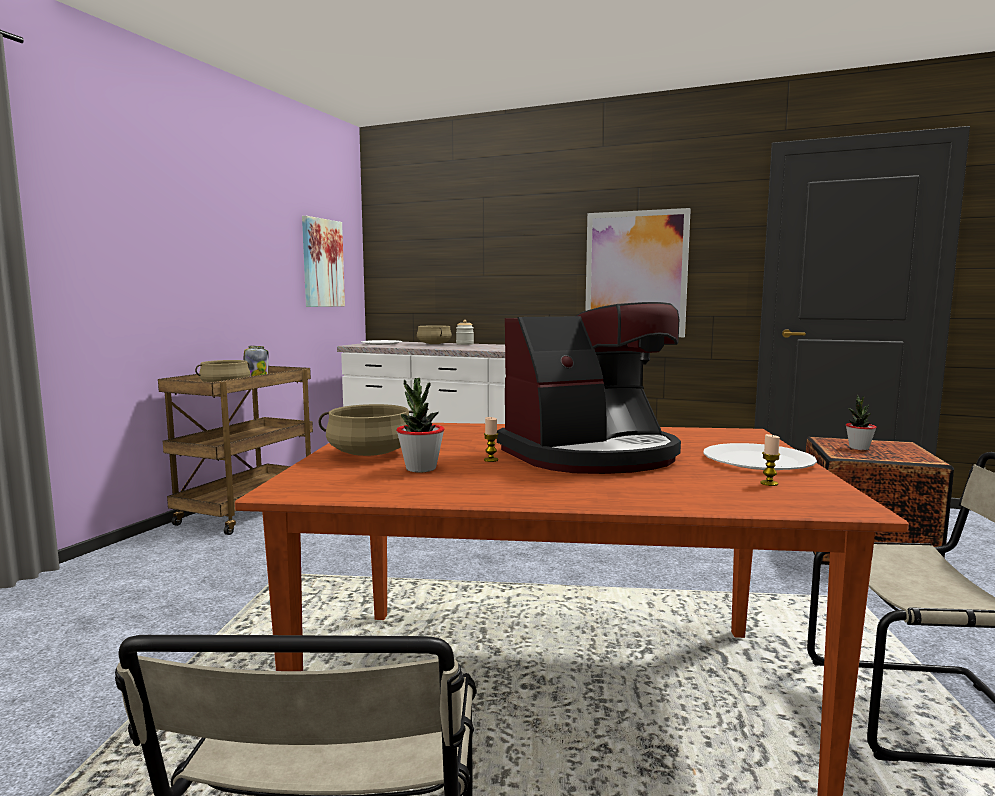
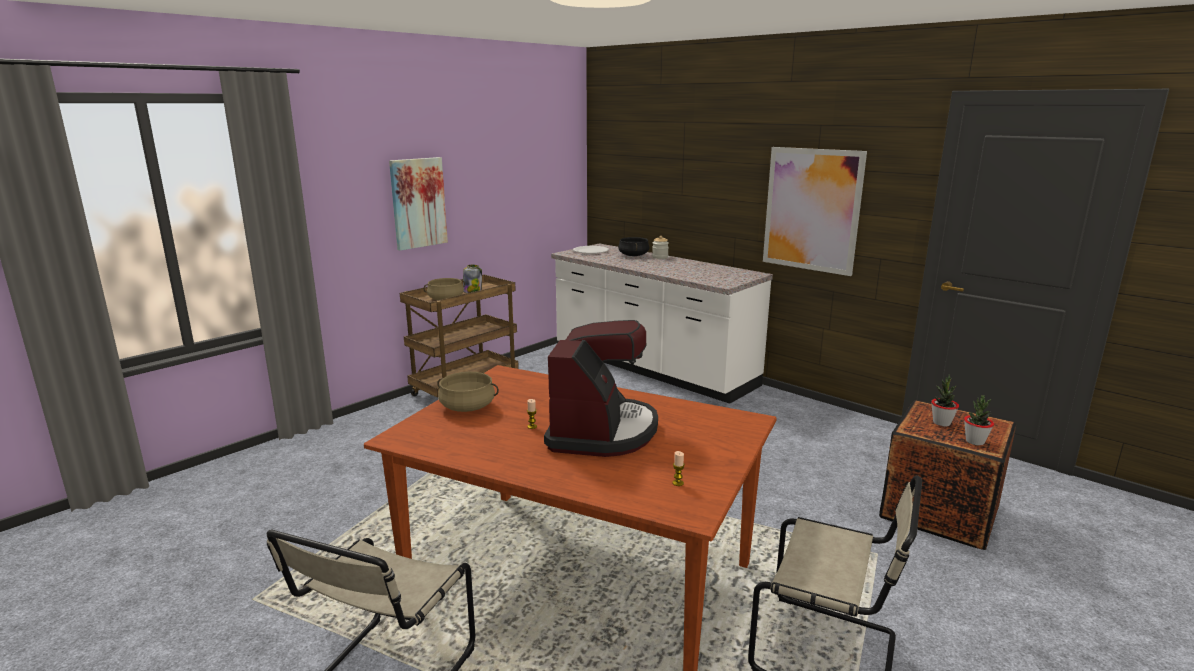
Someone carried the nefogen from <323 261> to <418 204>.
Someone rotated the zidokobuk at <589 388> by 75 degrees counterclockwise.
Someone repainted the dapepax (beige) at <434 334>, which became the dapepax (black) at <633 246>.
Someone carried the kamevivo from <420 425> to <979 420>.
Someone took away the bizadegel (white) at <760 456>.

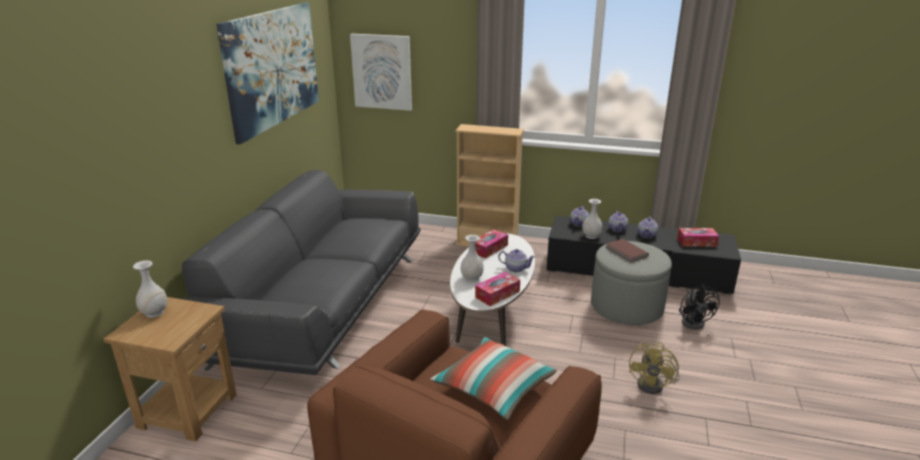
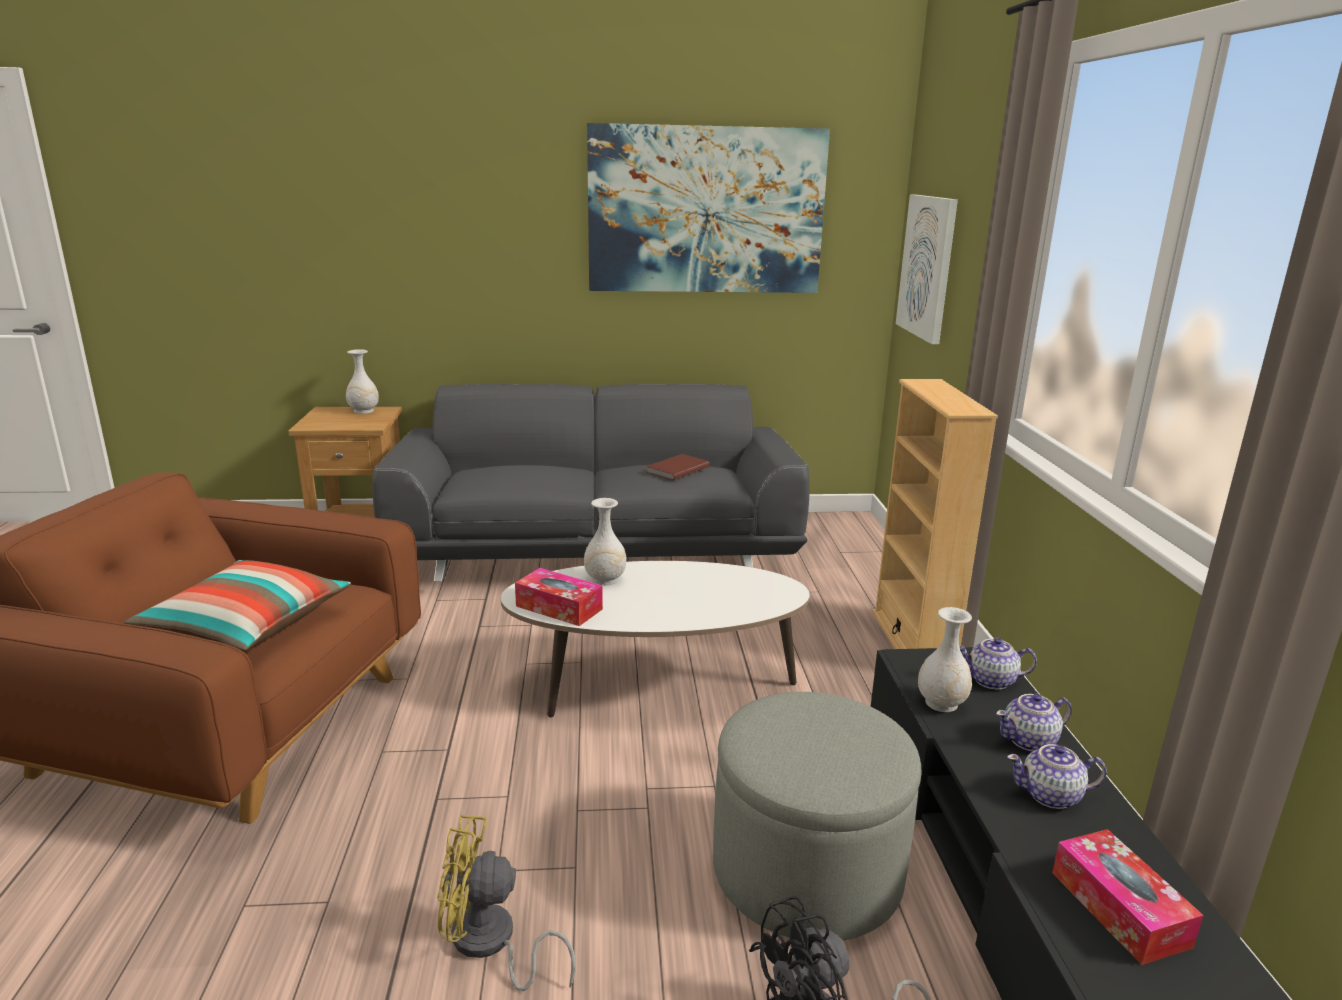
Someone took away the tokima at <491 243>.
Someone carried the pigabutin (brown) from <627 250> to <678 467>.
Someone took away the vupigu at <516 260>.

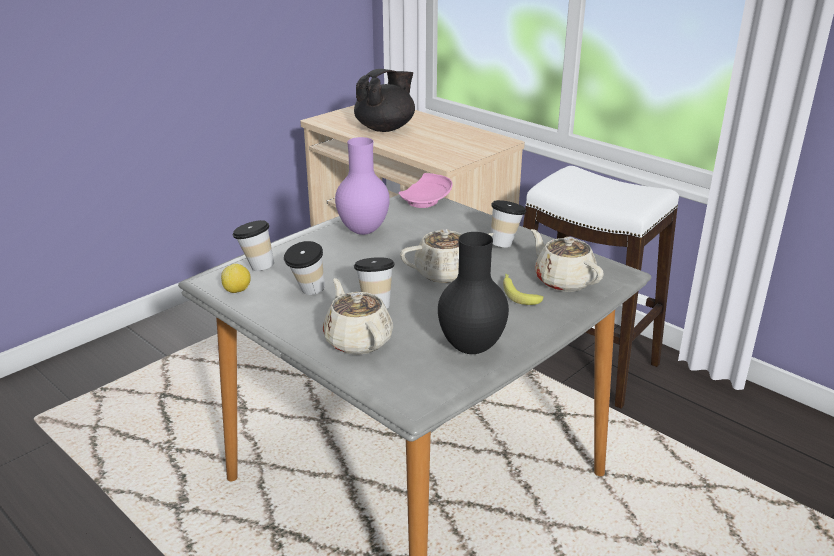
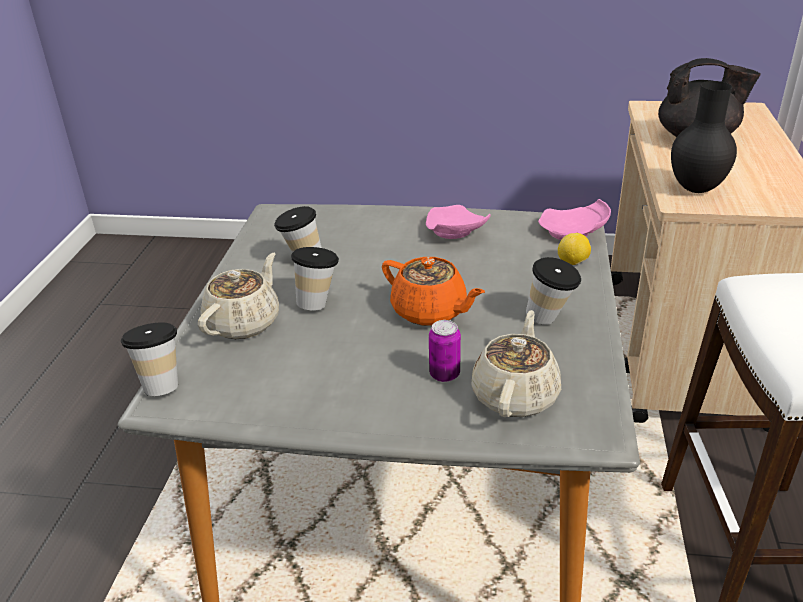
Someone swapped the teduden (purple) at <362 186> for the bizadegel (pink) at <458 222>.
Someone carried the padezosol from <253 245> to <149 359>.
Someone repainted the vupigu (beige) at <447 256>, which became the vupigu (orange) at <433 291>.
Someone carried the teduden (black) from <473 293> to <704 137>.
Someone carried the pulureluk from <236 278> to <574 249>.
Someone swapped the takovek at <523 289> for the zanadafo at <445 351>.

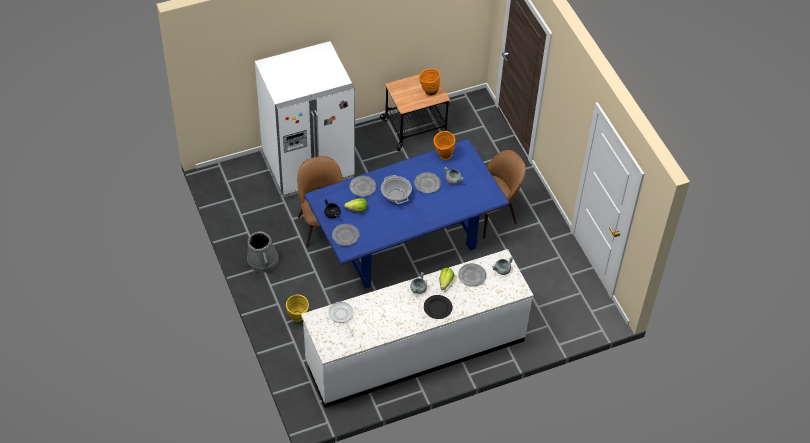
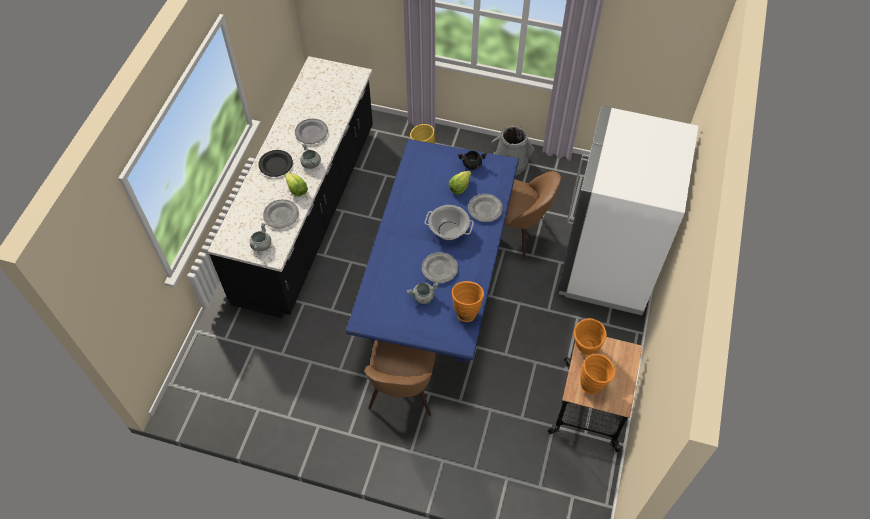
Someone carried the bizadegel (grey) from <345 235> to <311 131>.
Someone repainted the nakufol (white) at <417 328>, which became the nakufol (black) at <290 187>.
Someone took away the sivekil at <341 318>.
Someone put down the teduden (orange) at <590 336>.

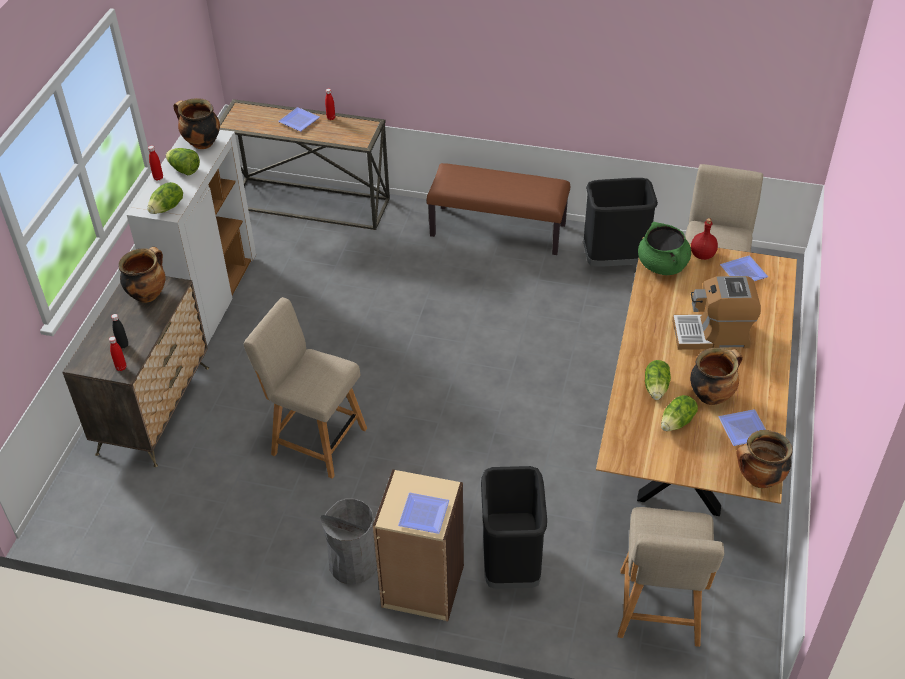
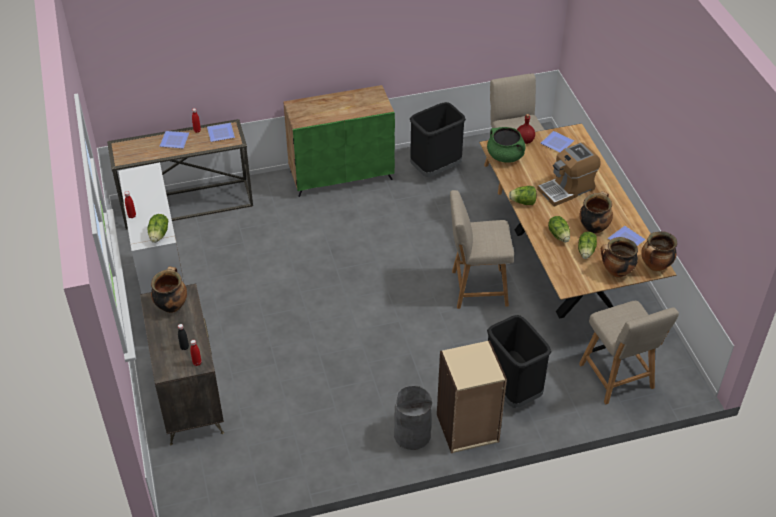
Someone carried the dapepax from <197 123> to <619 257>.
Someone carried the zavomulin from <183 161> to <522 195>.
Someone swapped the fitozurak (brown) at <498 209> for the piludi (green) at <339 141>.
Someone carried the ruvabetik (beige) from <305 388> to <482 249>.
Someone carried the bizadegel from <423 513> to <221 132>.

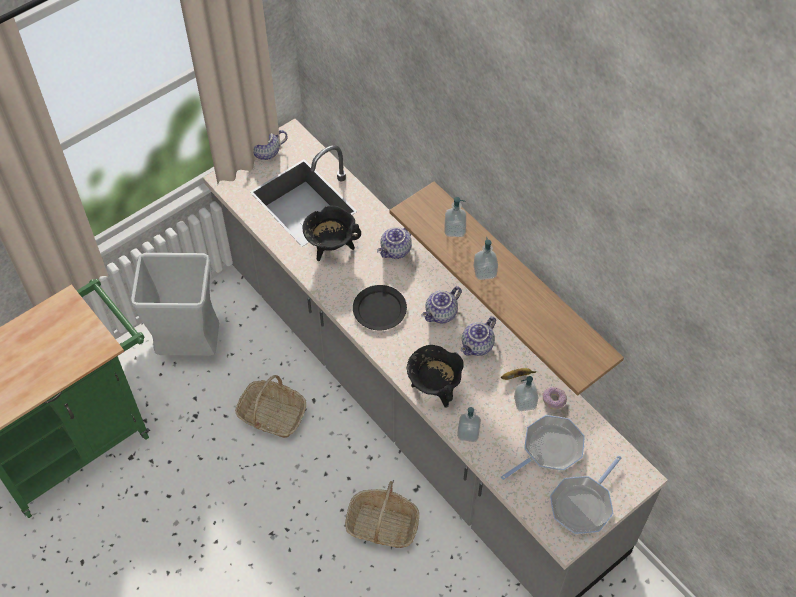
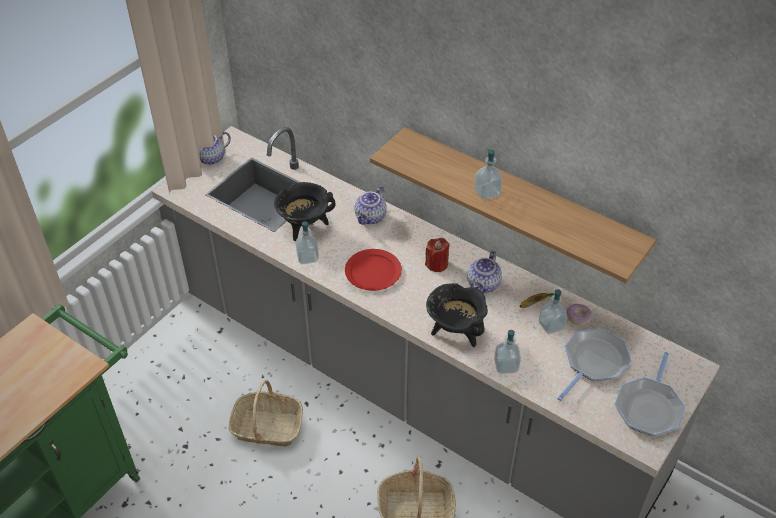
Someone carried the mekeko from <455 217> to <307 242>.
Someone took away the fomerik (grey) at <174 304>.
Someone repainted the bizadegel (black) at <380 307>, which became the bizadegel (red) at <373 270>.
Someone swapped the vupigu at <441 304> for the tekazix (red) at <437 255>.

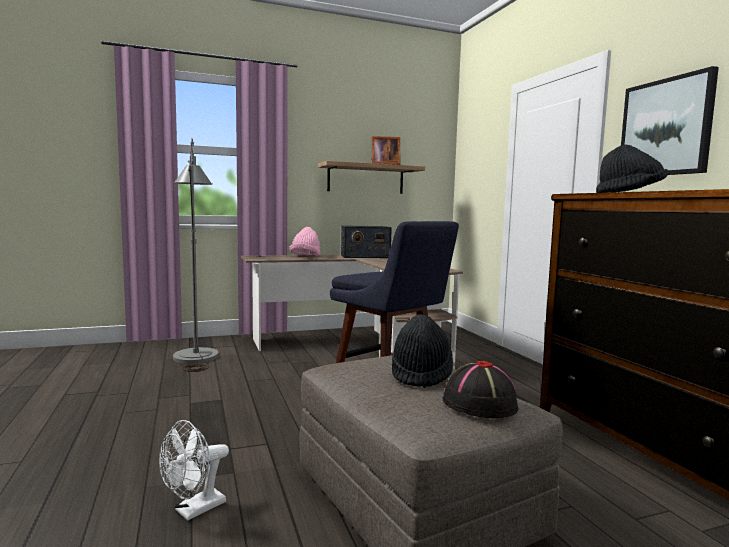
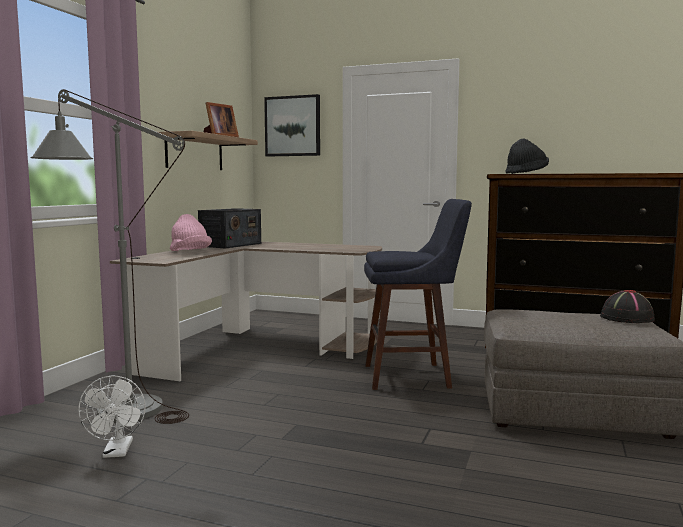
Someone carried the nefogen from <670 120> to <292 125>.
Someone took away the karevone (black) at <422 351>.
Someone carried the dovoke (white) from <194 470> to <112 416>.

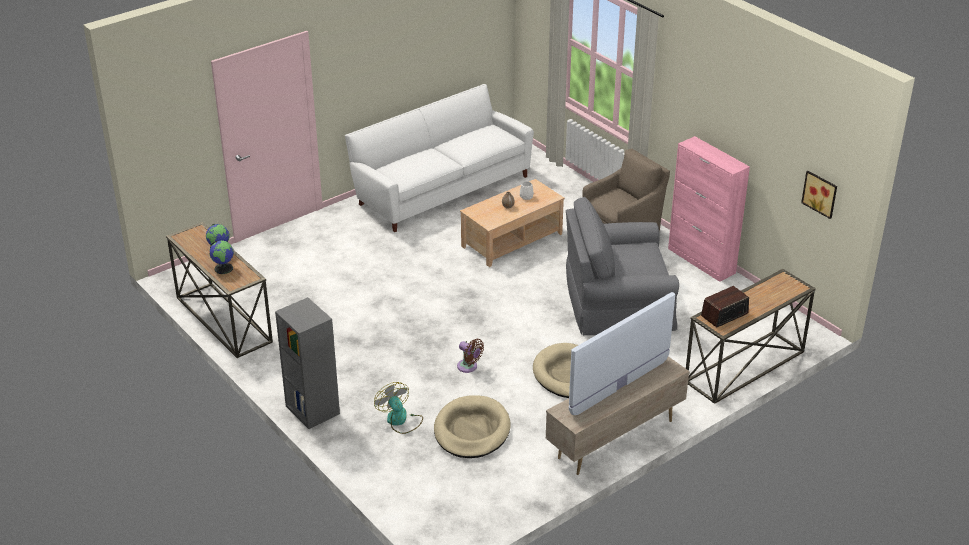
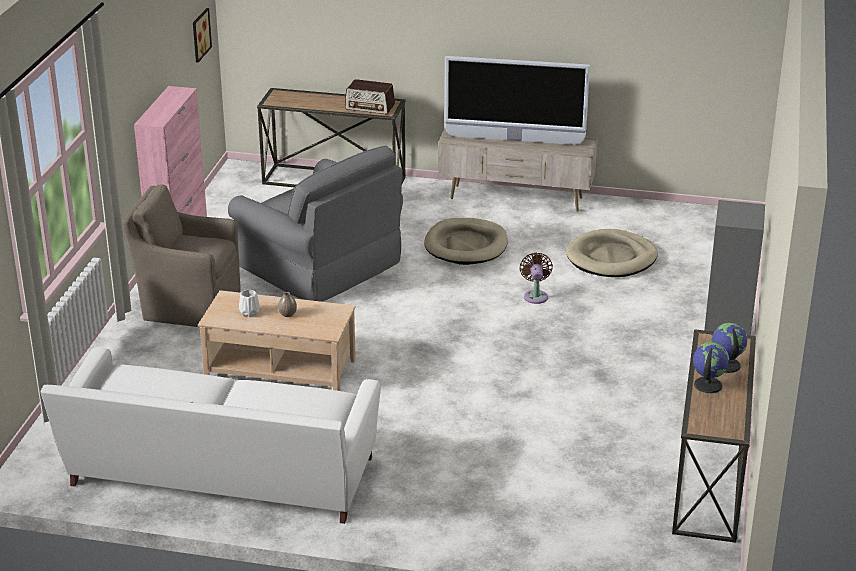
Someone took away the dovoke at <398 408>.

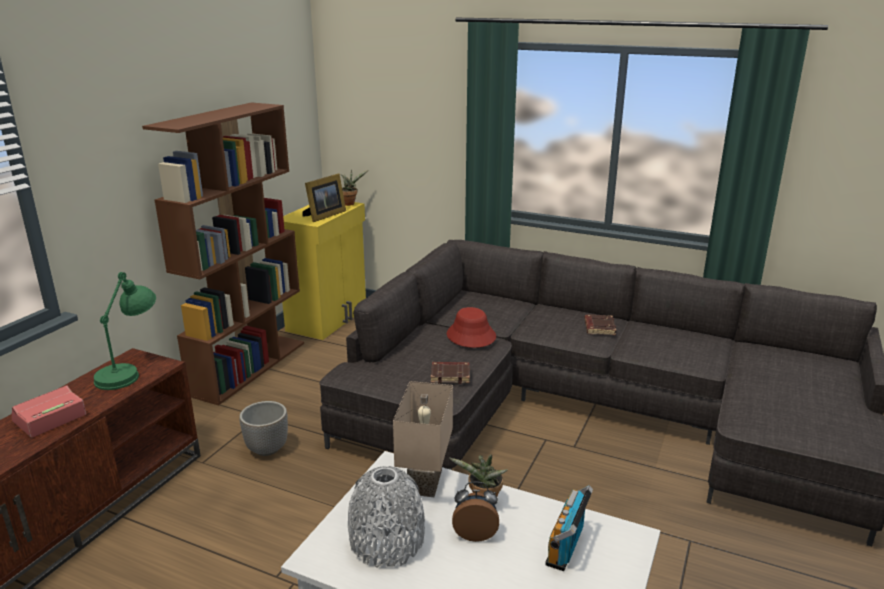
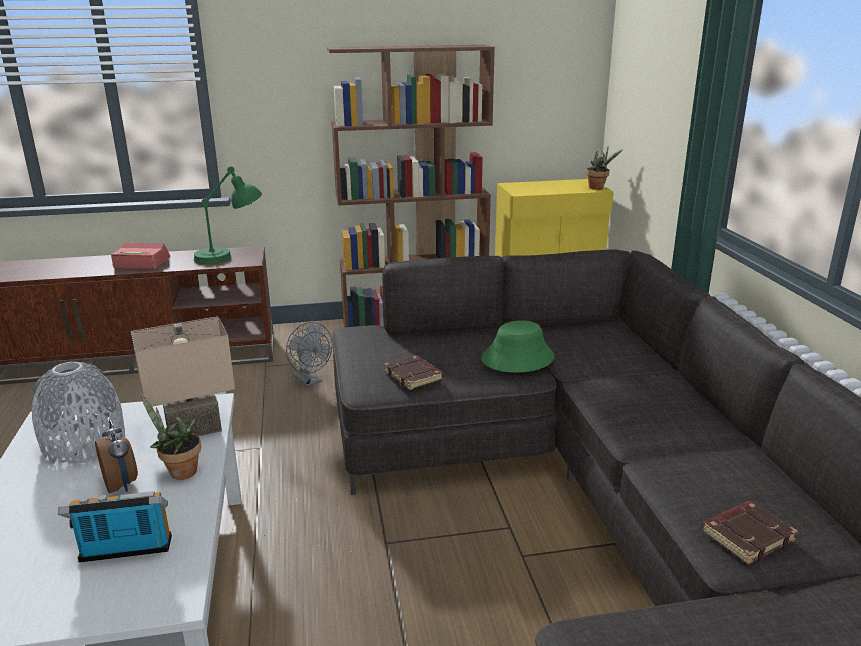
Someone took away the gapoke at <324 197>.
Someone repainted the karevone (red) at <471 327>, which became the karevone (green) at <518 346>.
Someone carried the pigabutin (brown) from <600 325> to <749 533>.
Someone swapped the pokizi at <263 428> for the dovoke (grey) at <309 354>.

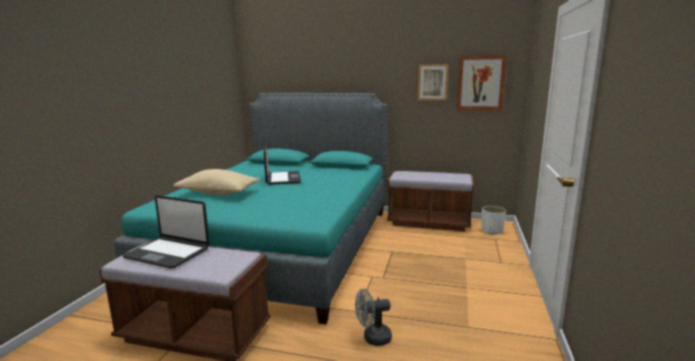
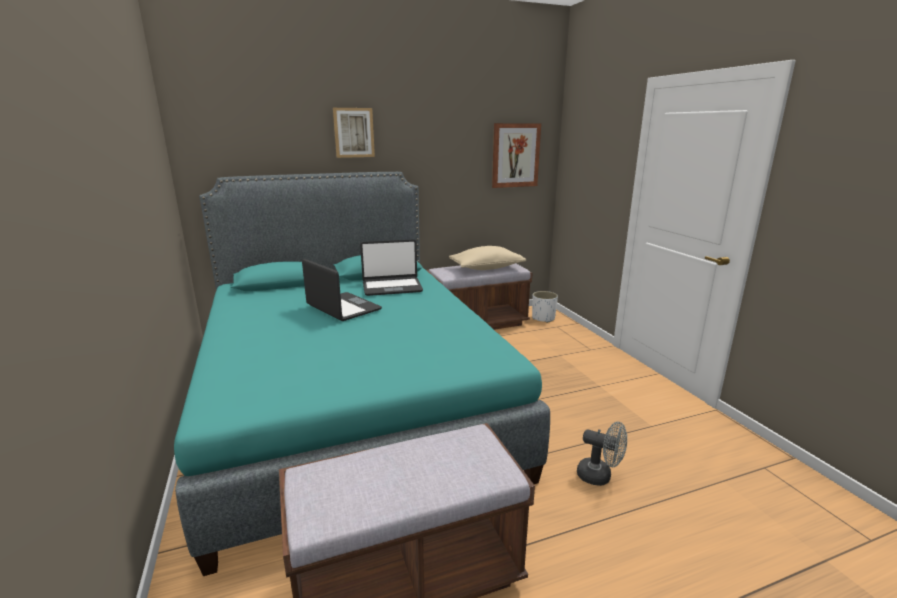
Someone carried the nefogen from <433 82> to <354 133>.
Someone carried the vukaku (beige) from <216 182> to <487 258>.
Someone carried the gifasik from <166 231> to <391 267>.
Someone rotated the dovoke (grey) at <373 317> by 105 degrees counterclockwise.

